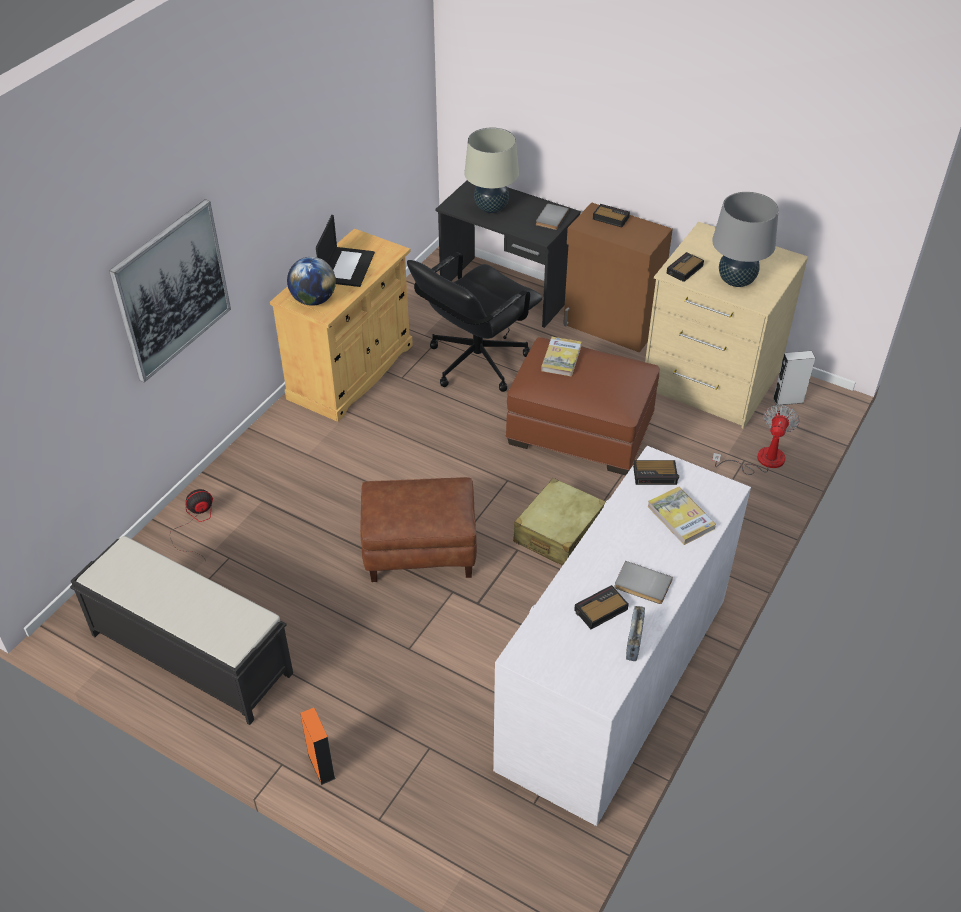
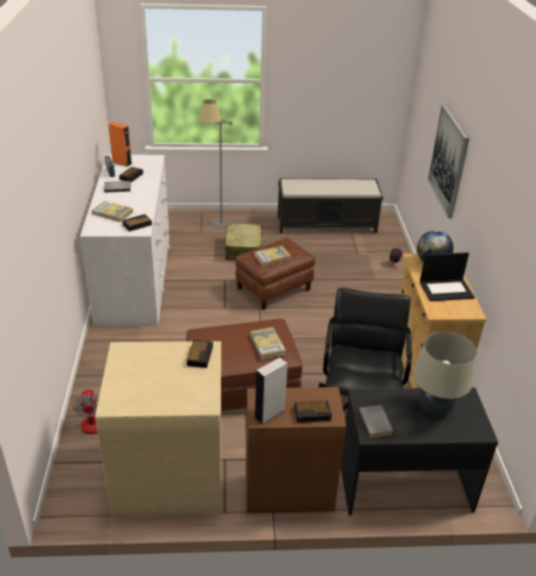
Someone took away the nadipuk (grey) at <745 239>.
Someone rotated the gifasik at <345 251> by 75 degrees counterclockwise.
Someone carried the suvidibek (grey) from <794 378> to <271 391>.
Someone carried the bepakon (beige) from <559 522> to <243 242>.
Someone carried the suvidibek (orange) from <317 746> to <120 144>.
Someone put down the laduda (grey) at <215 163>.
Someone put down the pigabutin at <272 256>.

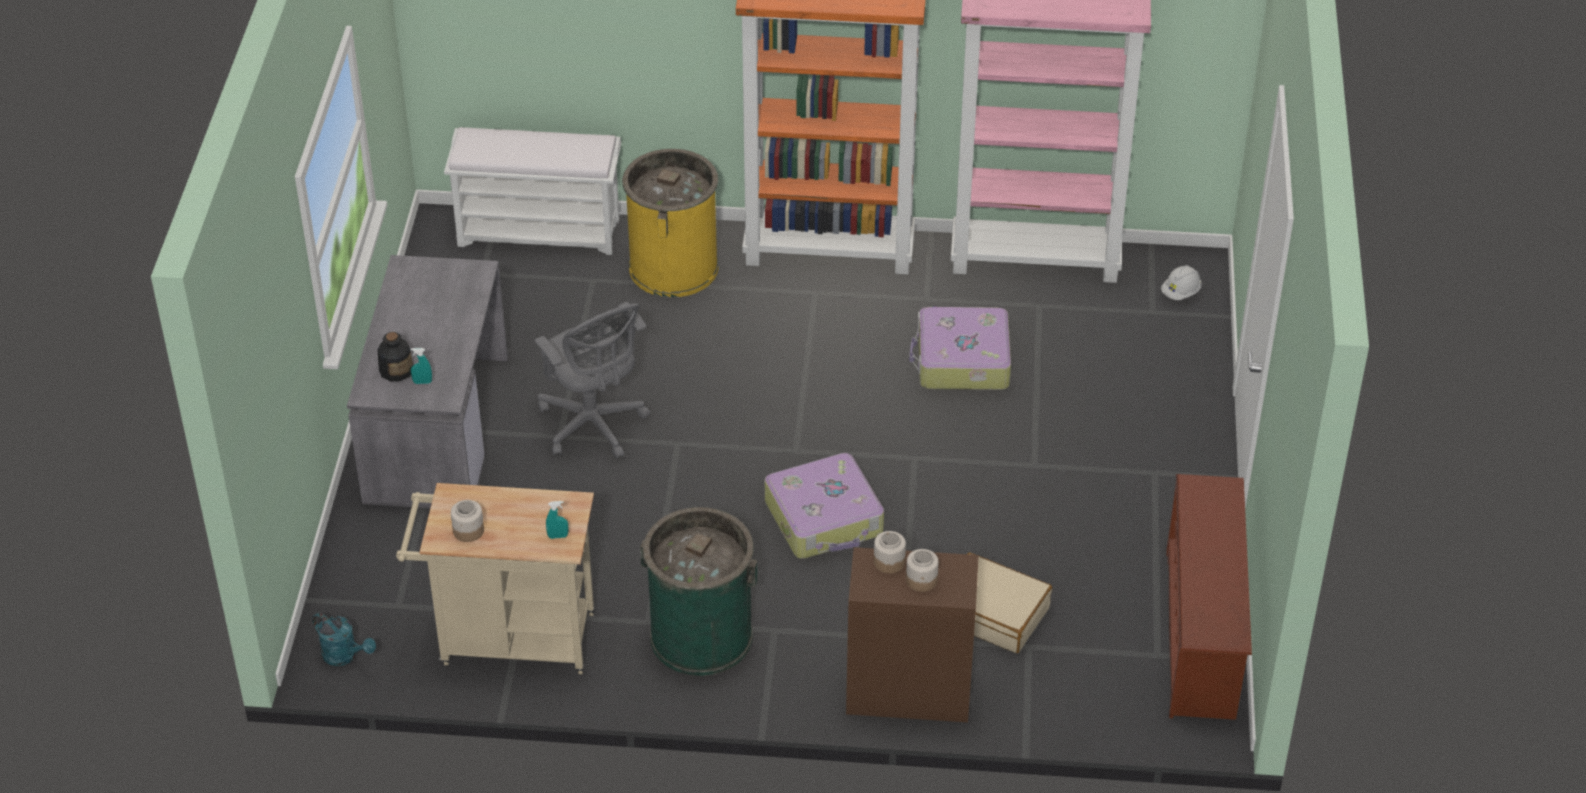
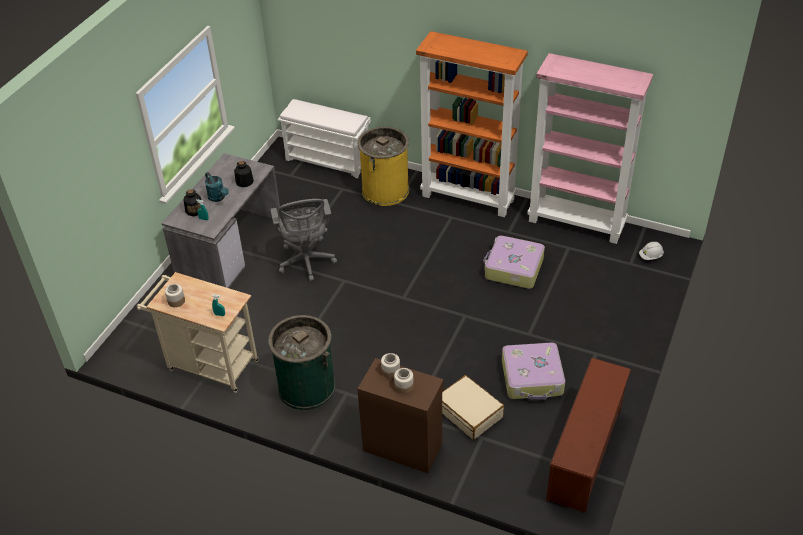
Someone carried the bepakon from <824 506> to <533 371>.
Someone carried the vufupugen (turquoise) from <344 639> to <217 187>.
Someone put down the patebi at <244 174>.

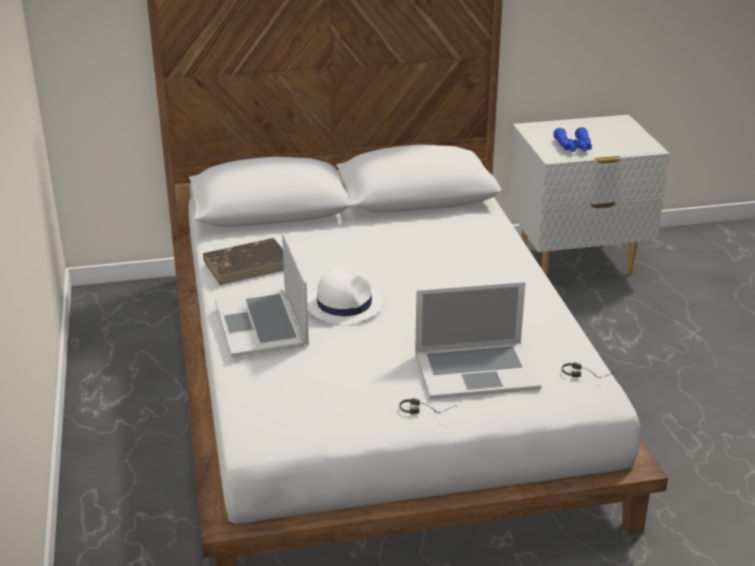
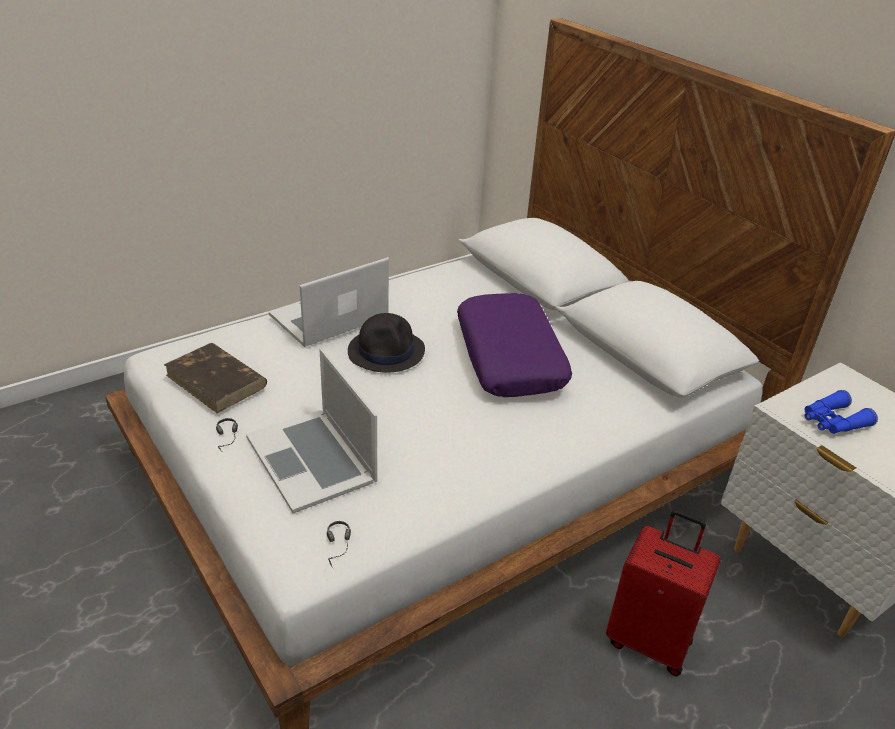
Someone carried the pigabutin (brown) from <243 261> to <215 378>.
Someone repainted the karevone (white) at <345 296>, which became the karevone (black) at <386 343>.
Someone put down the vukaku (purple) at <514 345>.
Someone put down the bepakon (red) at <663 593>.

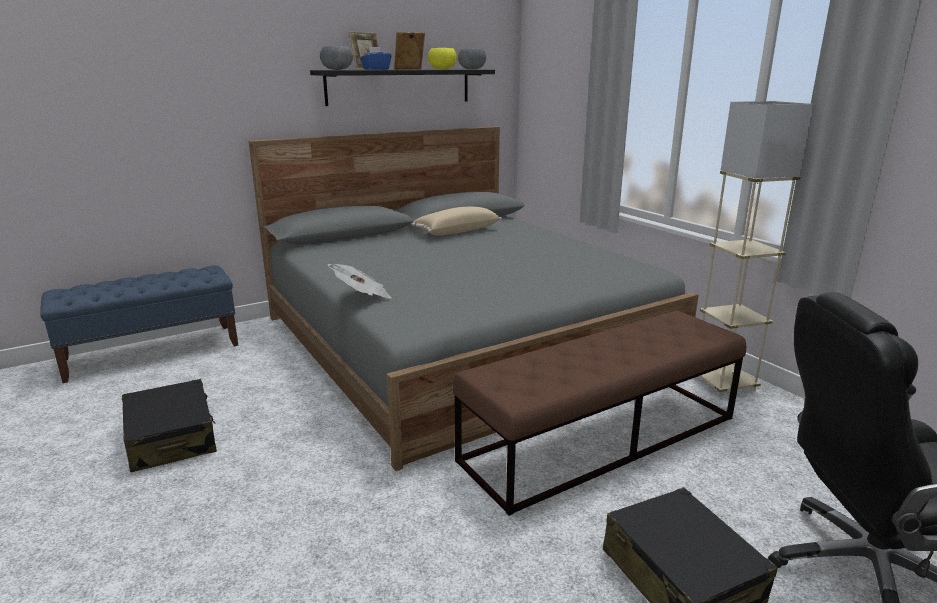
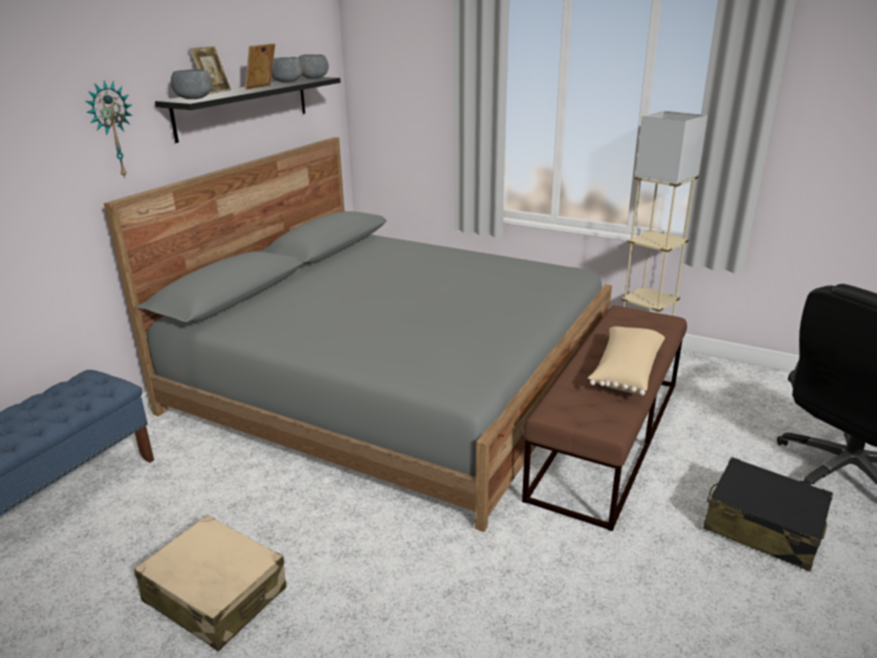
Someone took away the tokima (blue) at <375 58>.
Someone repainted the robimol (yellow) at <442 58>, which became the robimol (grey) at <287 70>.
Someone carried the vukaku (beige) from <457 221> to <626 360>.
Someone took away the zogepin at <359 281>.
Someone repainted the bepakon (black) at <169 425>, which became the bepakon (beige) at <210 583>.
Someone put up the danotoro at <109 129>.

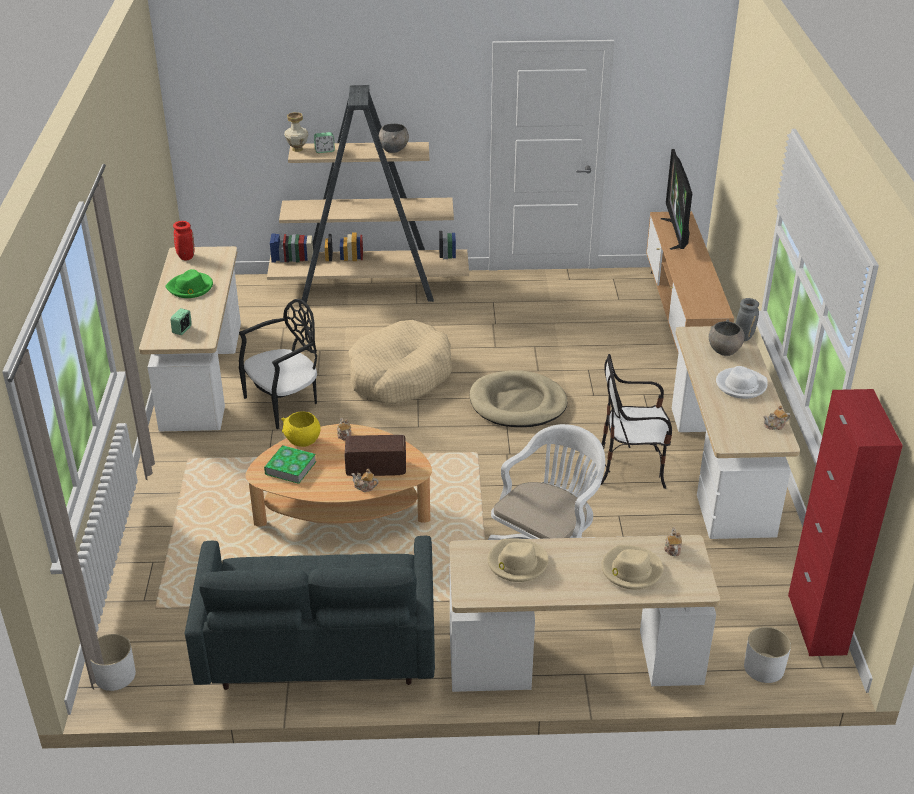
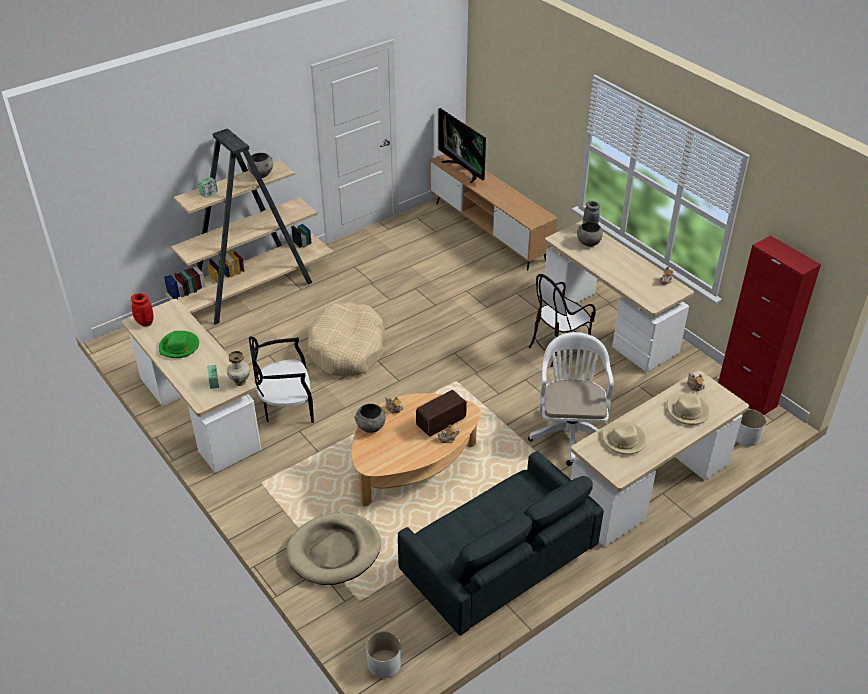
Someone carried the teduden from <296 132> to <238 368>.
Someone rotated the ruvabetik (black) at <278 364> by 120 degrees counterclockwise.
Someone took away the karevone (white) at <742 382>.
Someone carried the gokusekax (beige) from <518 398> to <333 549>.
Someone repainted the robimol (yellow) at <301 429>, which became the robimol (grey) at <370 418>.
Someone took away the pigabutin at <290 464>.

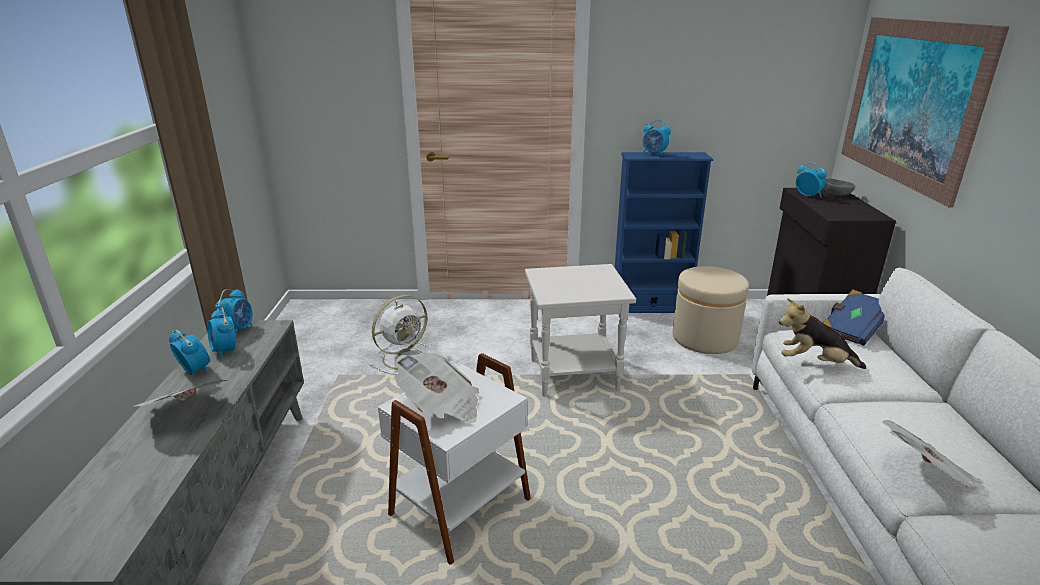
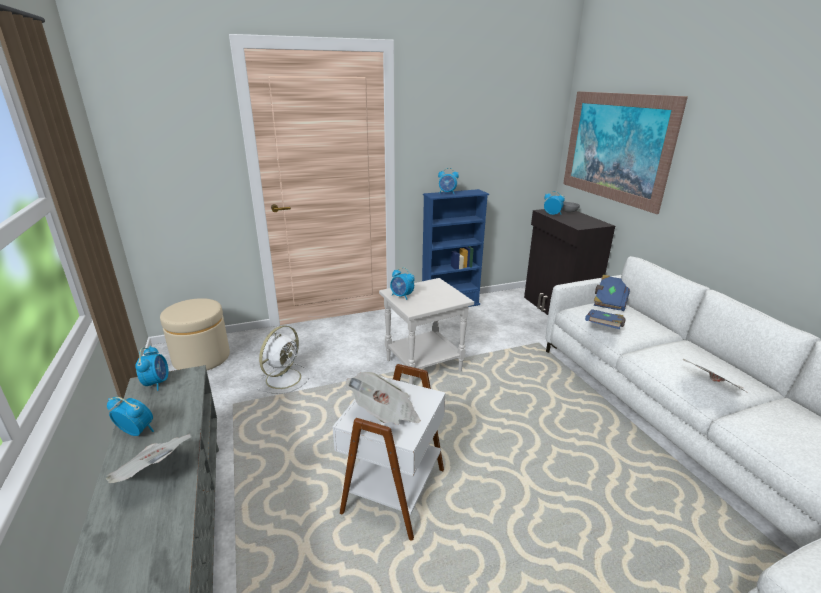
Someone carried the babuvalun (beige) from <711 310> to <195 334>.
Someone swapped the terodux at <822 333> for the pigabutin (blue) at <605 319>.
Someone carried the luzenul from <222 333> to <402 283>.

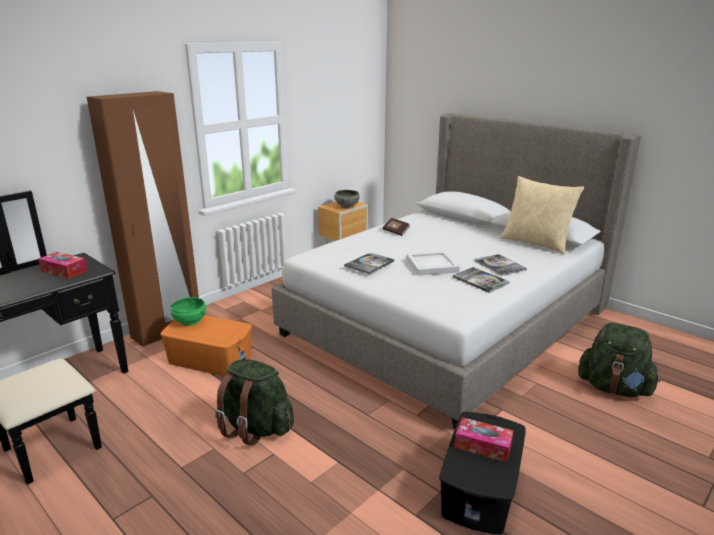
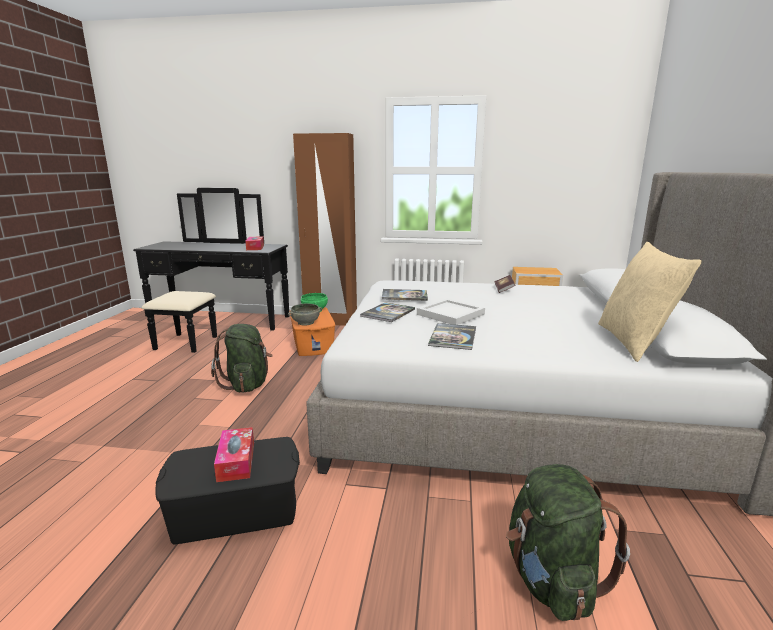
Someone carried the robimol (grey) from <347 199> to <305 314>.
Someone carried the pigabutin from <501 264> to <387 312>.

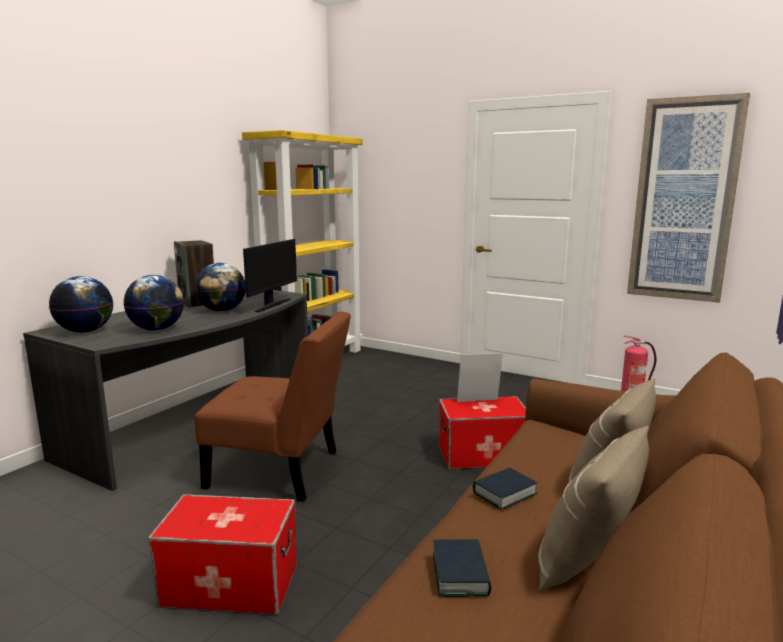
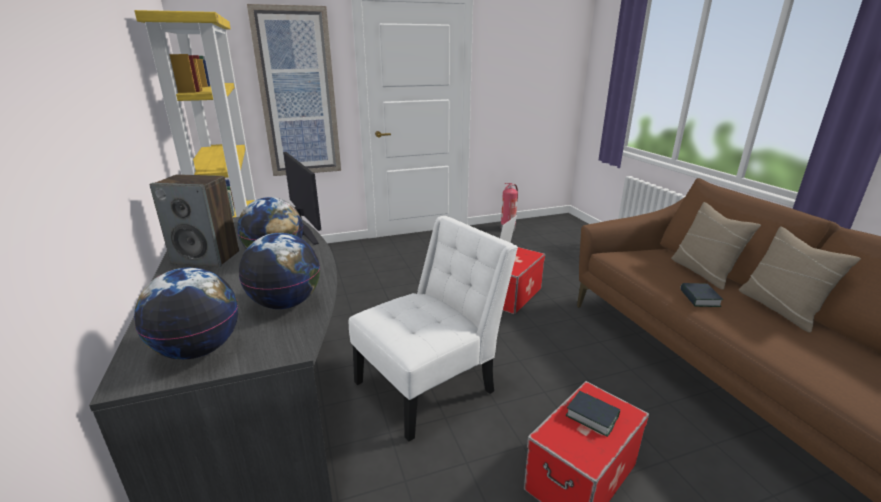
Someone carried the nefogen from <688 198> to <294 90>.
Someone repainted the ruvabetik (brown) at <273 407>, which became the ruvabetik (white) at <433 328>.
Someone carried the pigabutin from <462 568> to <593 414>.

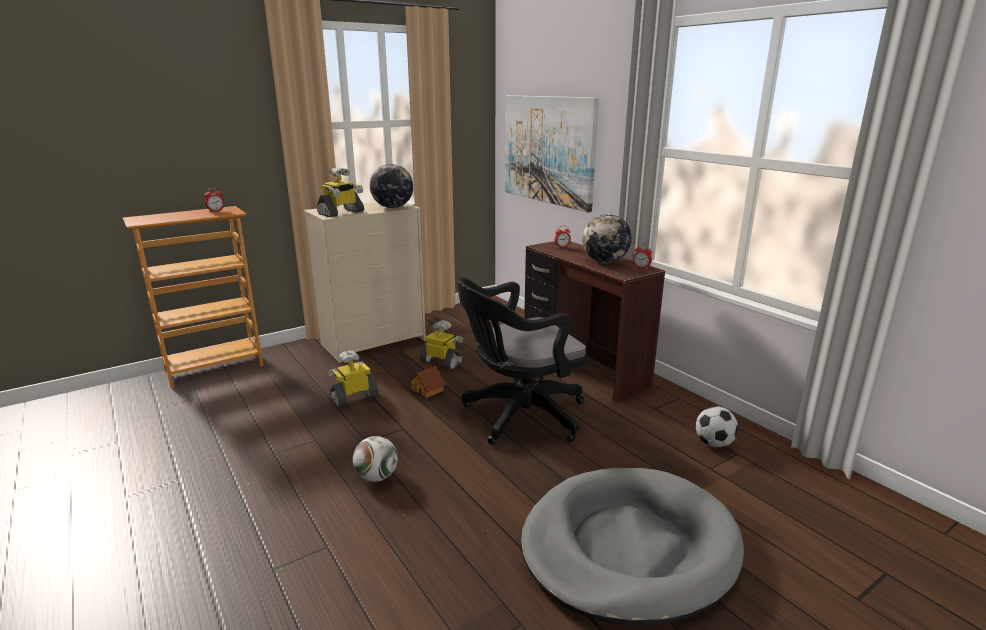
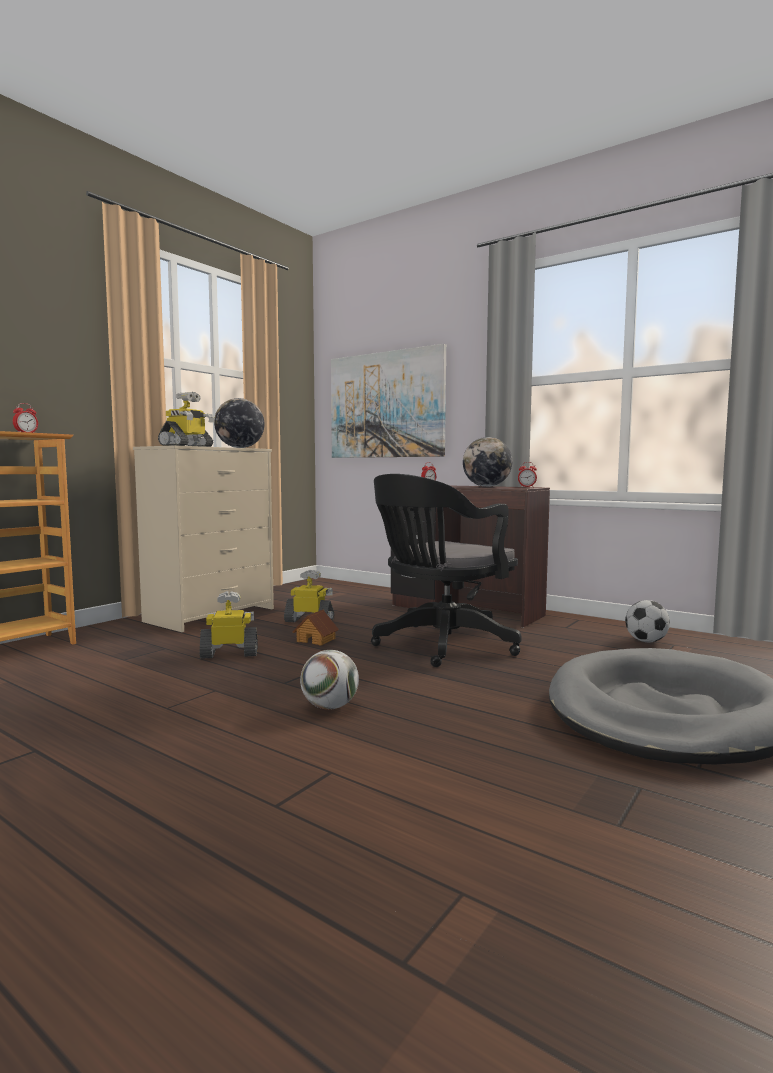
Someone rotated the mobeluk at <353 379> by 45 degrees clockwise.

